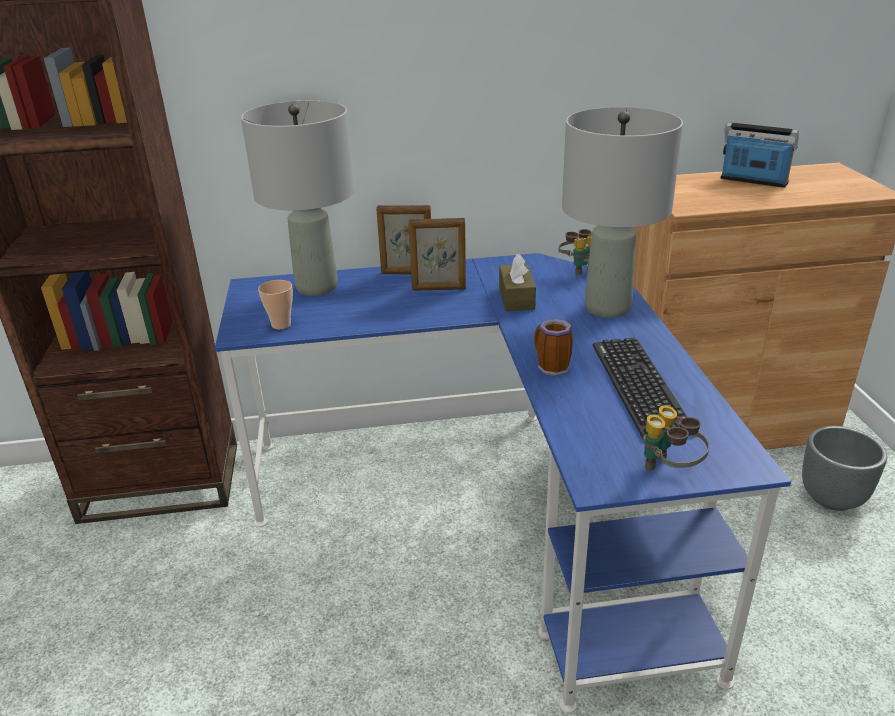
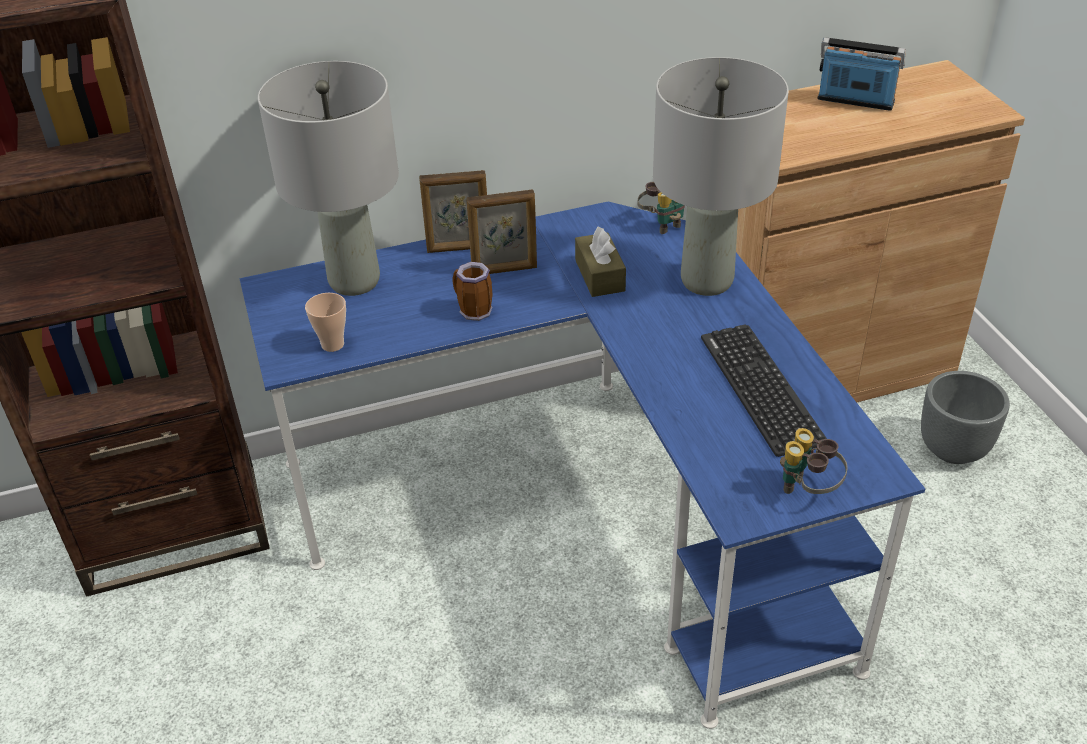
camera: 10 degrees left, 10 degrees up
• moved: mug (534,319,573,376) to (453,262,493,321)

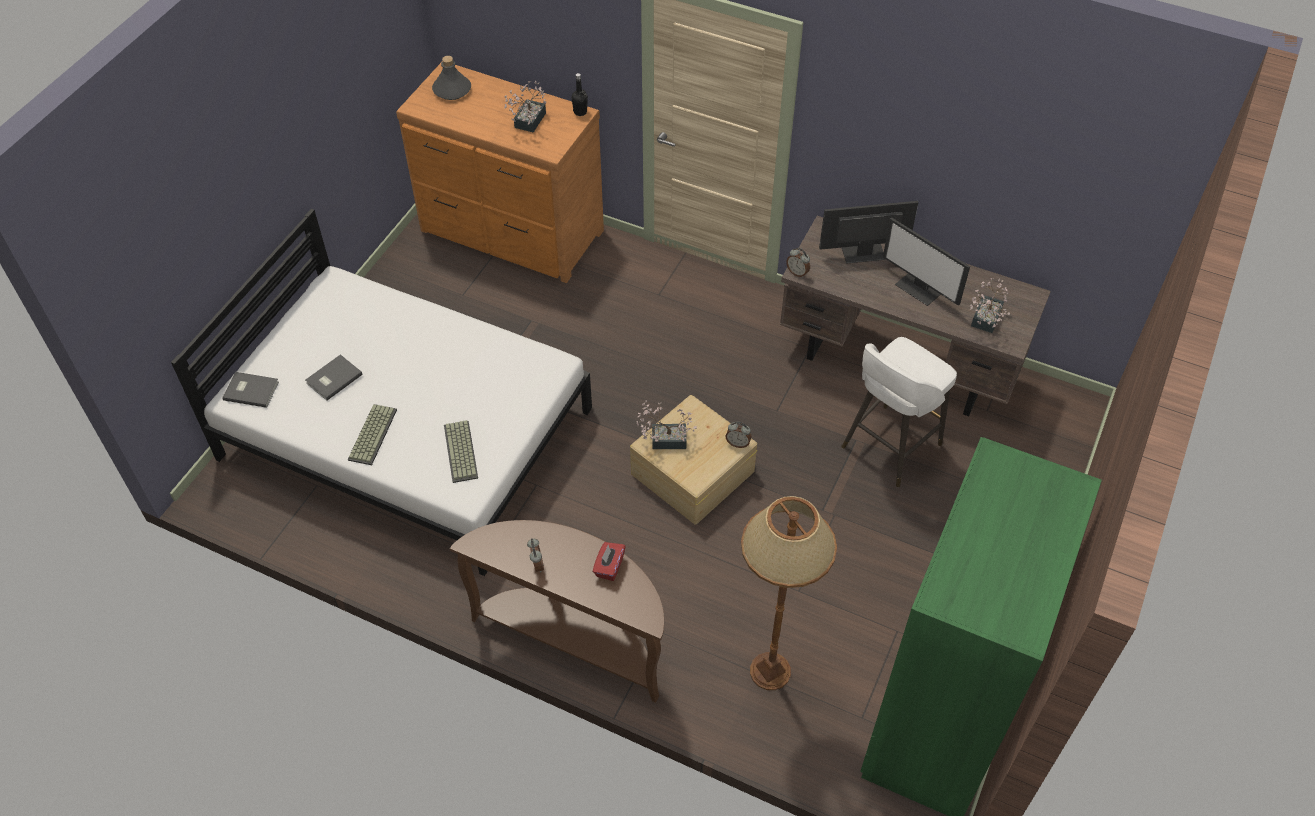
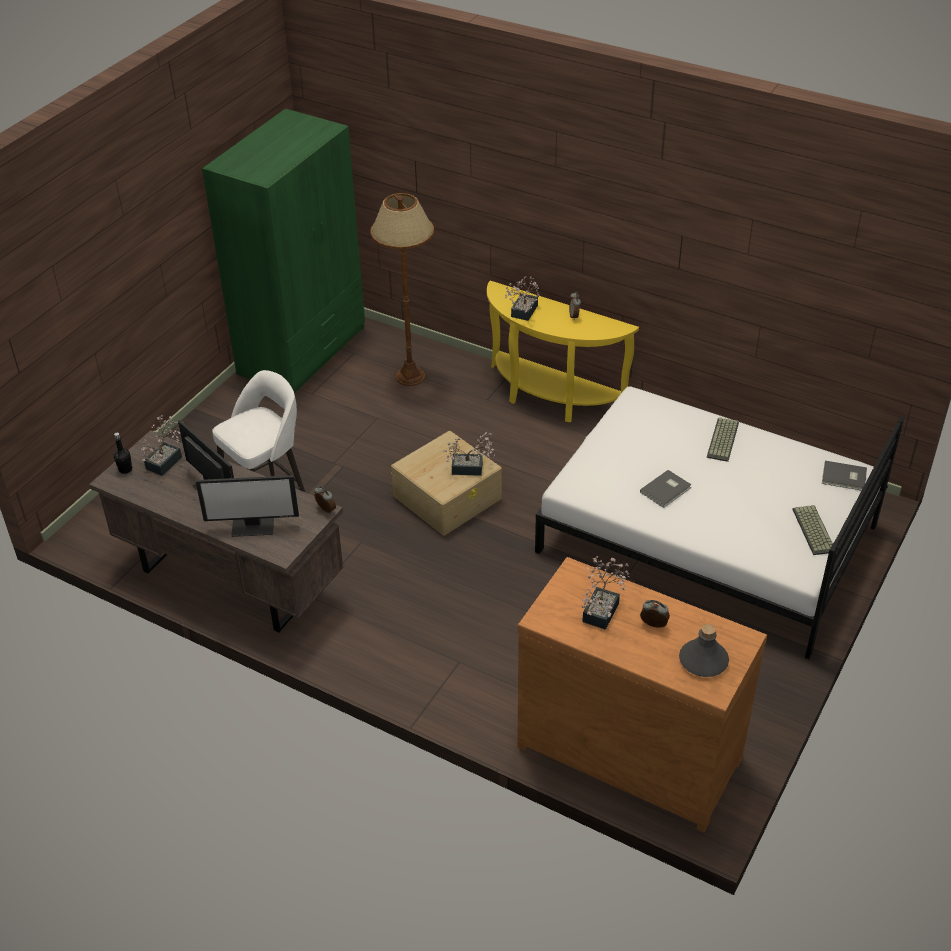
camera: 175 degrees left, 10 degrees down
• moved: grey book (305,354,362,401) to (640,470,692,508)
• moved: keyboard (444,420,478,483) to (792,505,833,555)
• recoloured: brown console table (450,520,664,703) to yellow console table (487,281,639,422)
• moved: black bottle (571,73,588,116) to (114,433,132,474)
• replaced: red tissue box (593,542,625,581) to potted plant (505,276,539,321)
• moved: alarm clock (726,422,752,448) to (640,600,670,628)

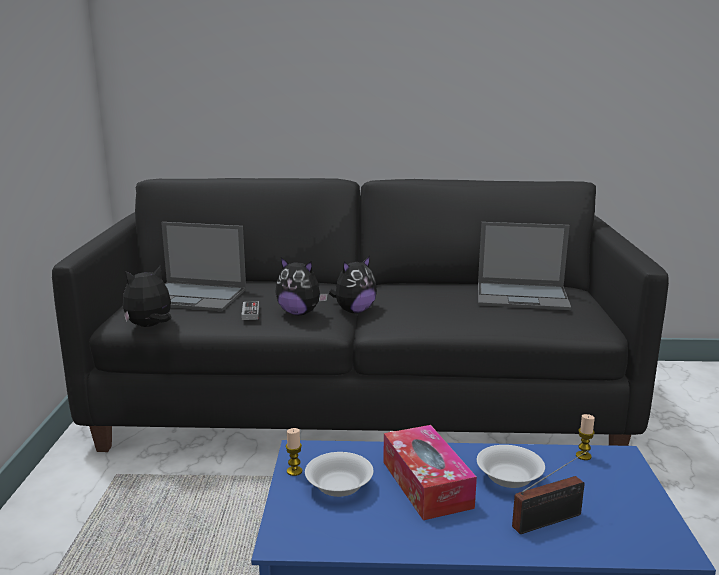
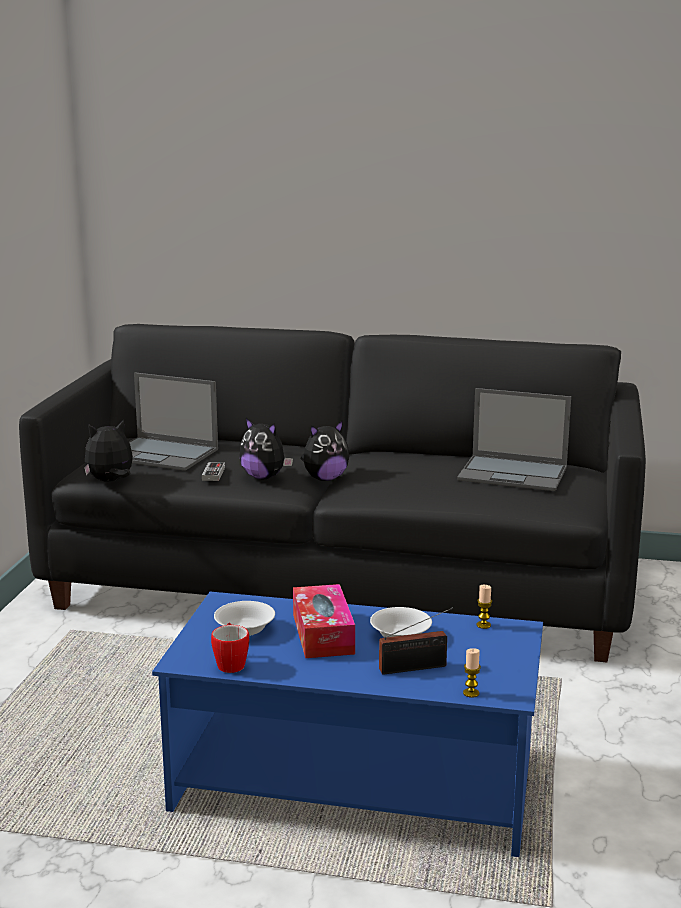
camera: 10 degrees right, 0 degrees up
• moved: candle (286,428,302,476) to (463,648,481,698)
• added: mug (211,623,249,673)

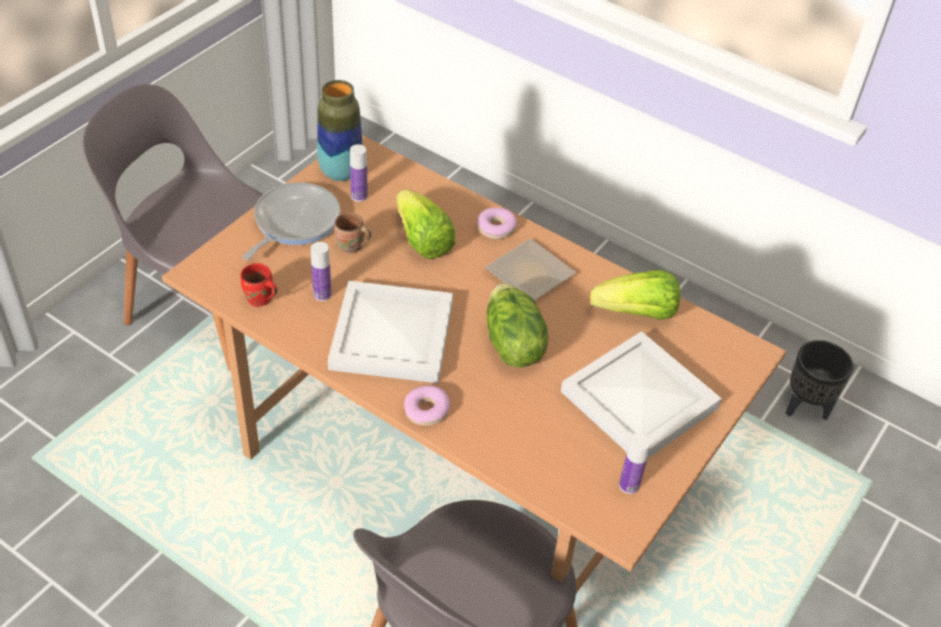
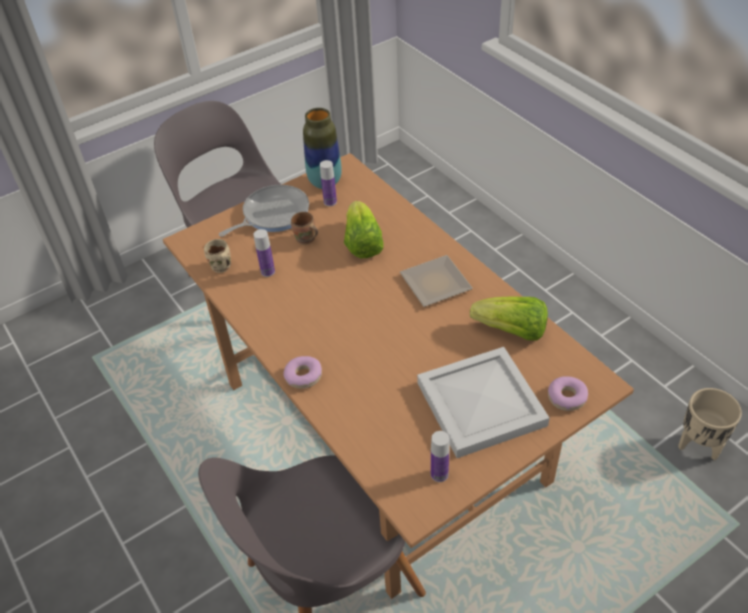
camera: 25 degrees right, 0 degrees up
• recoloured: red mug (240,263,277,307) to beige mug (204,239,231,273)
• removed: white tray (328,281,453,383)
• moved: donut (477,207,517,239) to (548,376,588,411)
• removed: lettuce (487,283,548,368)
• recoloured: black planter (786,340,854,420) to beige planter (678,388,742,461)

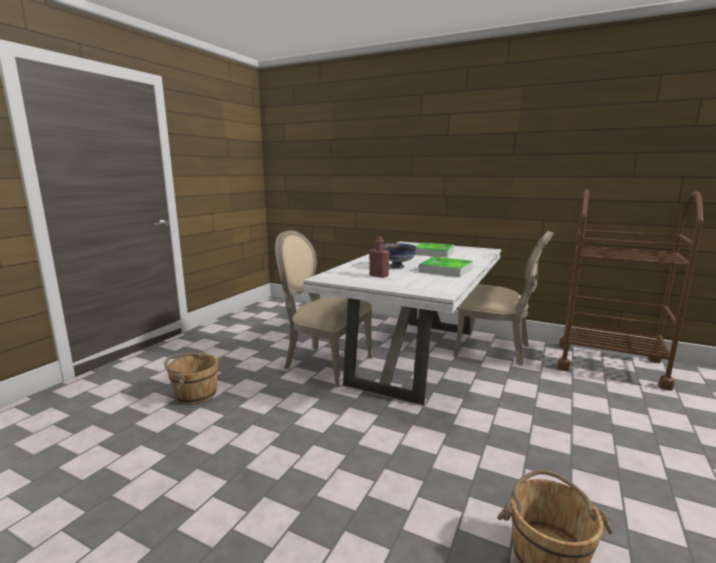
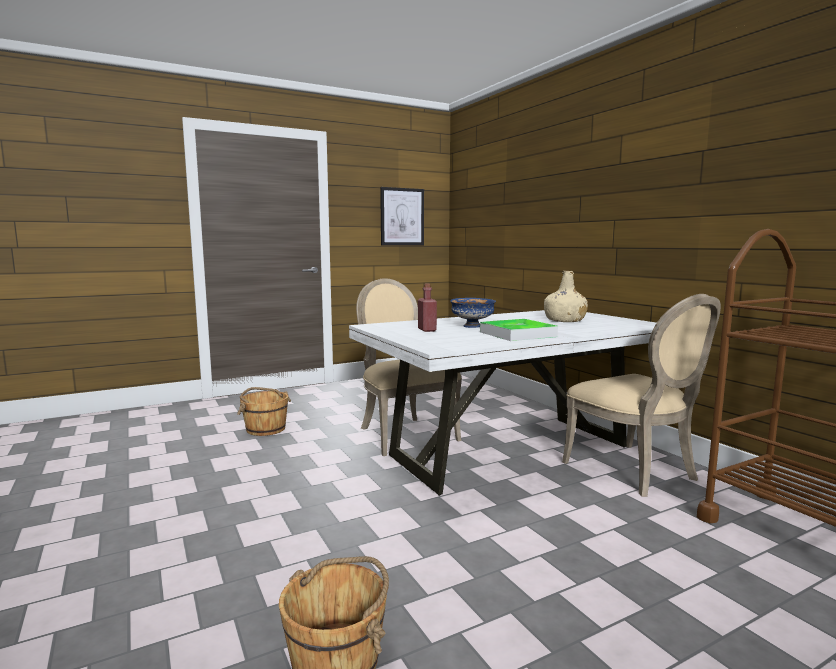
camera: 35 degrees right, 5 degrees down
• replaced: tray (415,243,455,257) to beige bottle (544,271,588,322)
• added: picture (380,187,424,246)

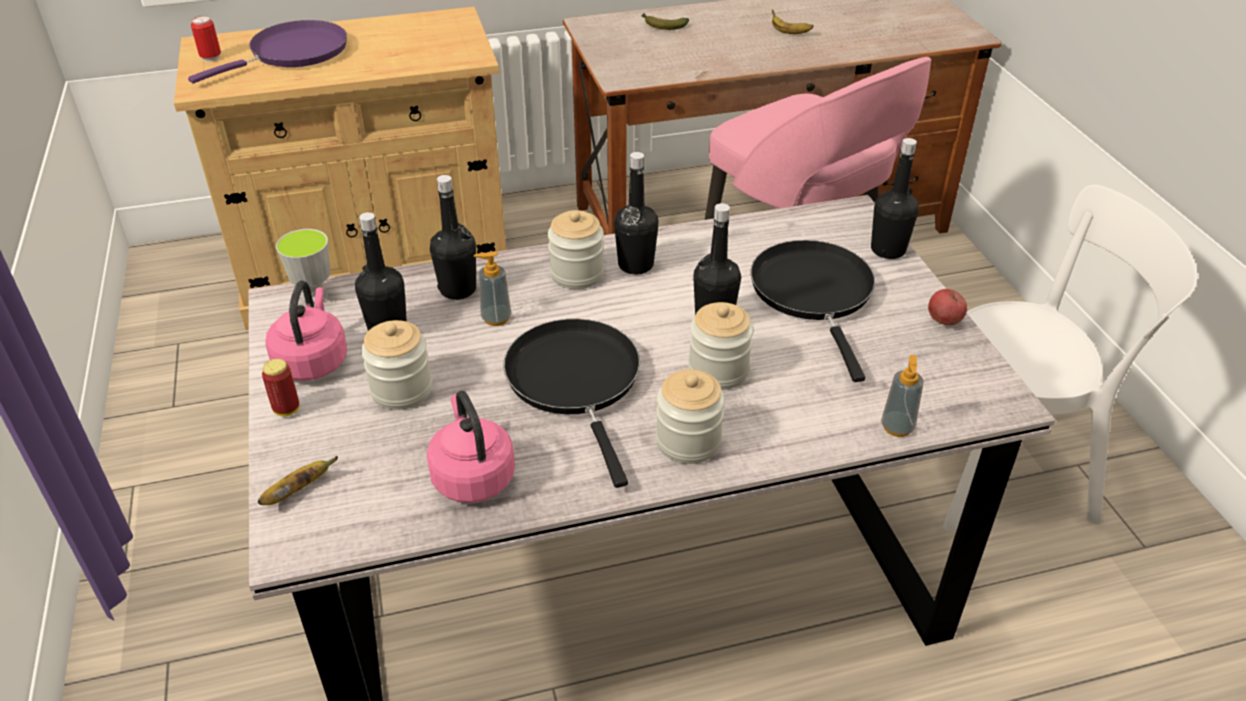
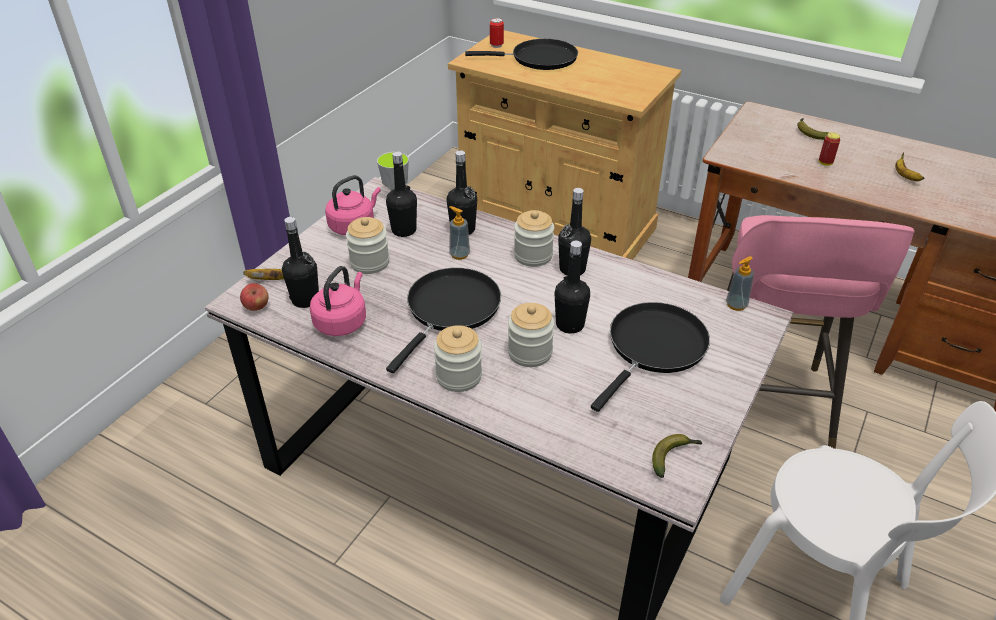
camera: 45 degrees right, 0 degrees up
• recoloured: purple frying pan (188,20,347,83) to black frying pan (465,39,578,70)
• moved: can (262,359,300,417) to (819,132,840,166)
• moved: black bottle (871,138,919,259) to (282,217,319,308)
• moved: soap dispenser (881,355,924,437) to (726,256,754,311)
• moved: apple (928,289,967,325) to (240,283,269,311)
• added: banana (652,434,703,478)

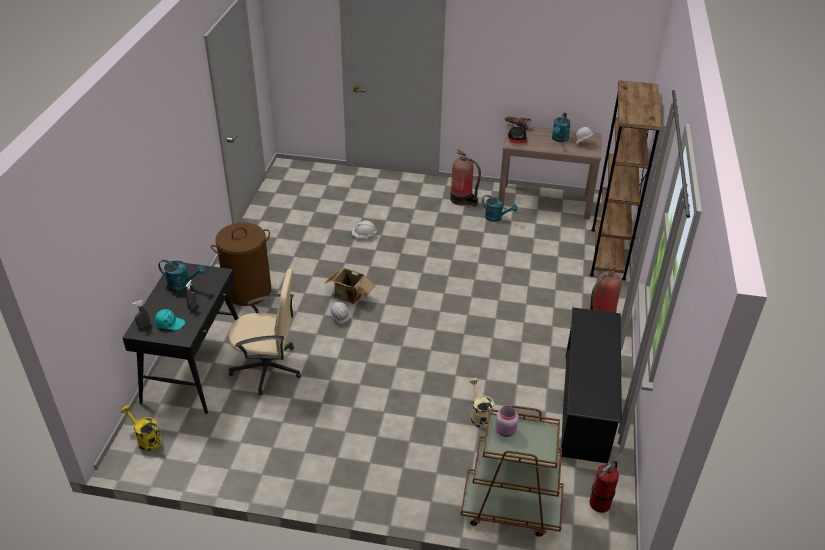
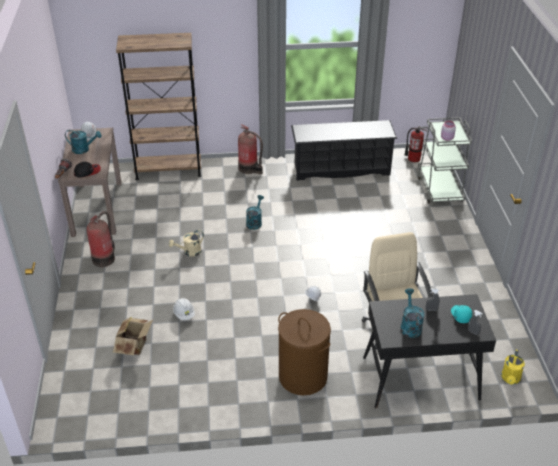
camera: 105 degrees left, 0 degrees up
• moved: cardboard box (324,268,376,304) to (113,316,153,355)
• recoloured: brown cart (461,406,564,537) to grey cart (417,117,472,203)
• moved: beige watering can (469,378,494,428) to (169,230,204,256)
• moved: turquoise watering can (482,195,517,222) to (246,195,264,230)

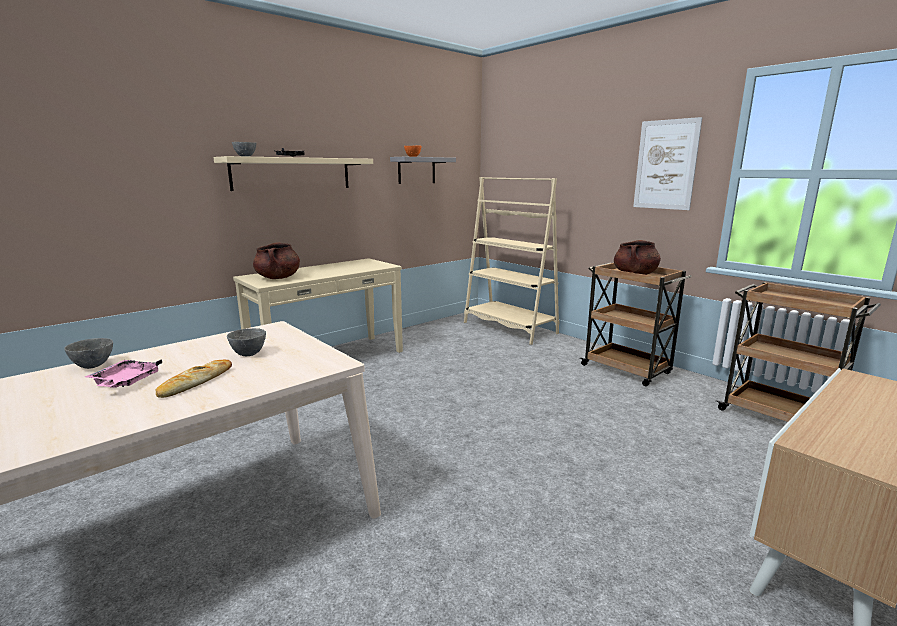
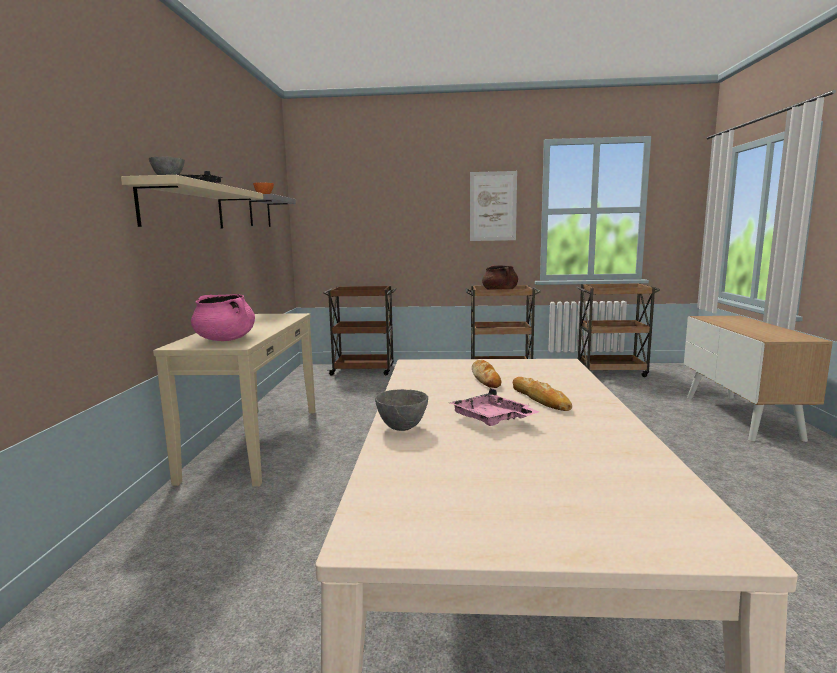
camera: 45 degrees left, 5 degrees down
• replaced: grey bowl (227,328,266,356) to bread (472,359,501,388)
• recoloured: brown cooking pot (253,242,300,279) to pink cooking pot (191,294,255,341)
• replaced: beige bookcase (464,177,559,345) to brown cart (323,286,397,376)

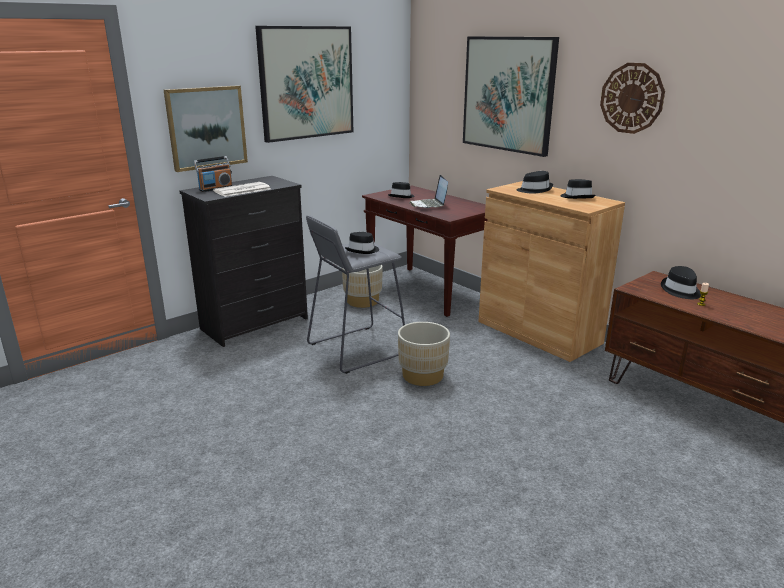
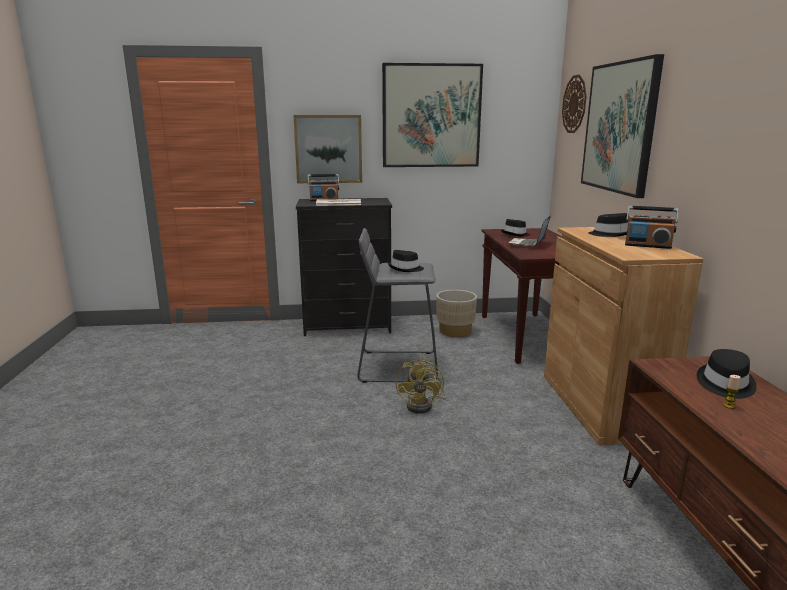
camera: 35 degrees right, 5 degrees down
• replaced: beige planter (398,322,450,386) to yellow fan (395,357,446,414)
• replaced: black hat (561,179,596,199) to radio (625,206,679,249)
• moved: wall clock (600,63,665,134) to (562,75,587,133)

